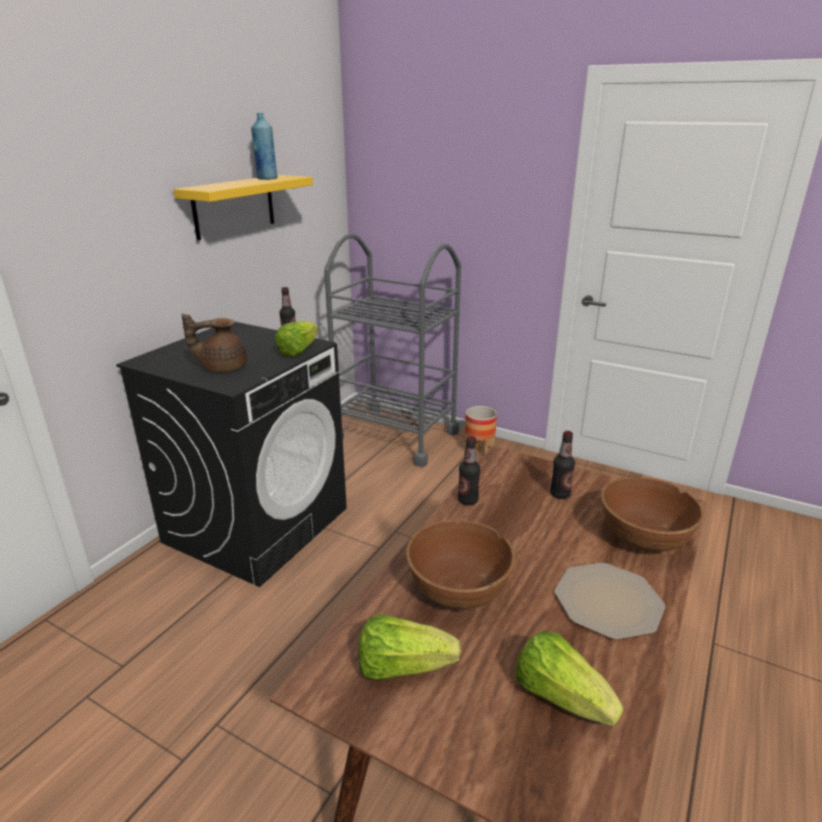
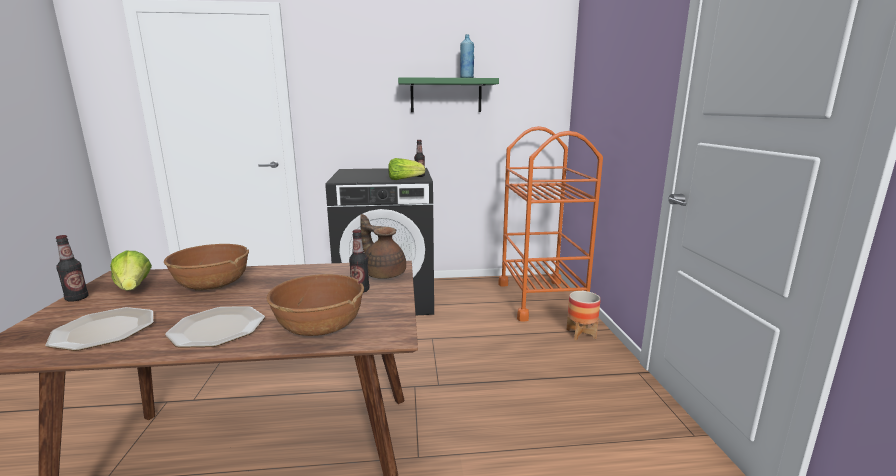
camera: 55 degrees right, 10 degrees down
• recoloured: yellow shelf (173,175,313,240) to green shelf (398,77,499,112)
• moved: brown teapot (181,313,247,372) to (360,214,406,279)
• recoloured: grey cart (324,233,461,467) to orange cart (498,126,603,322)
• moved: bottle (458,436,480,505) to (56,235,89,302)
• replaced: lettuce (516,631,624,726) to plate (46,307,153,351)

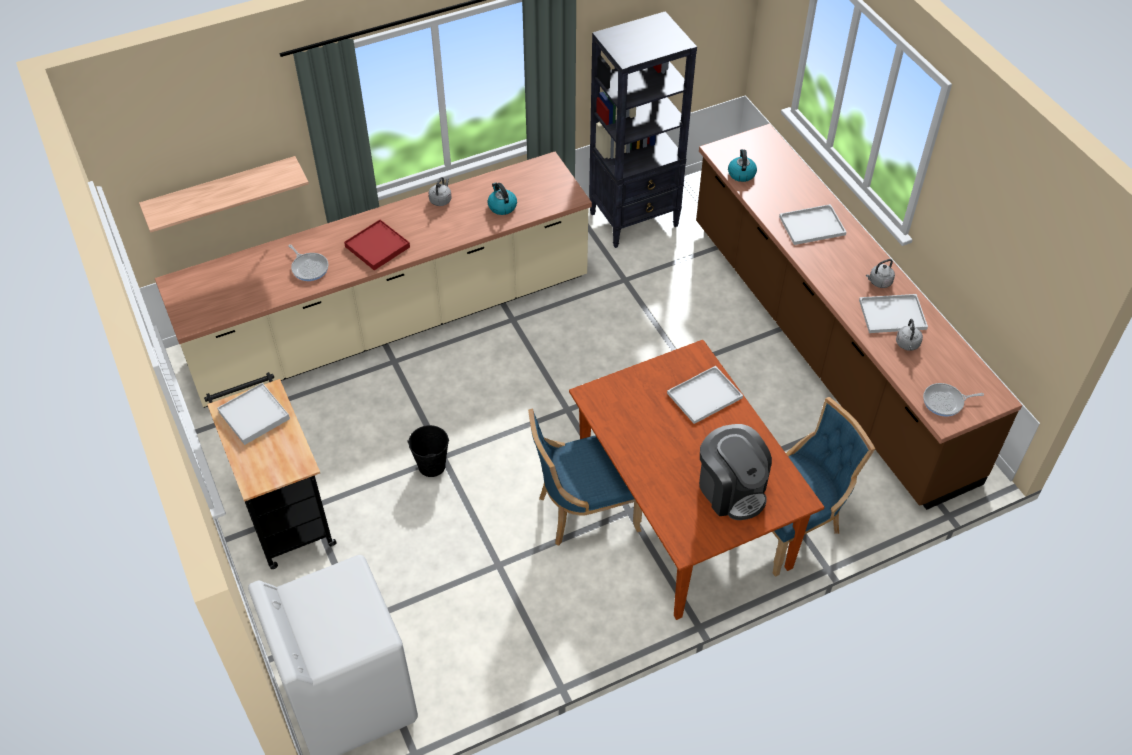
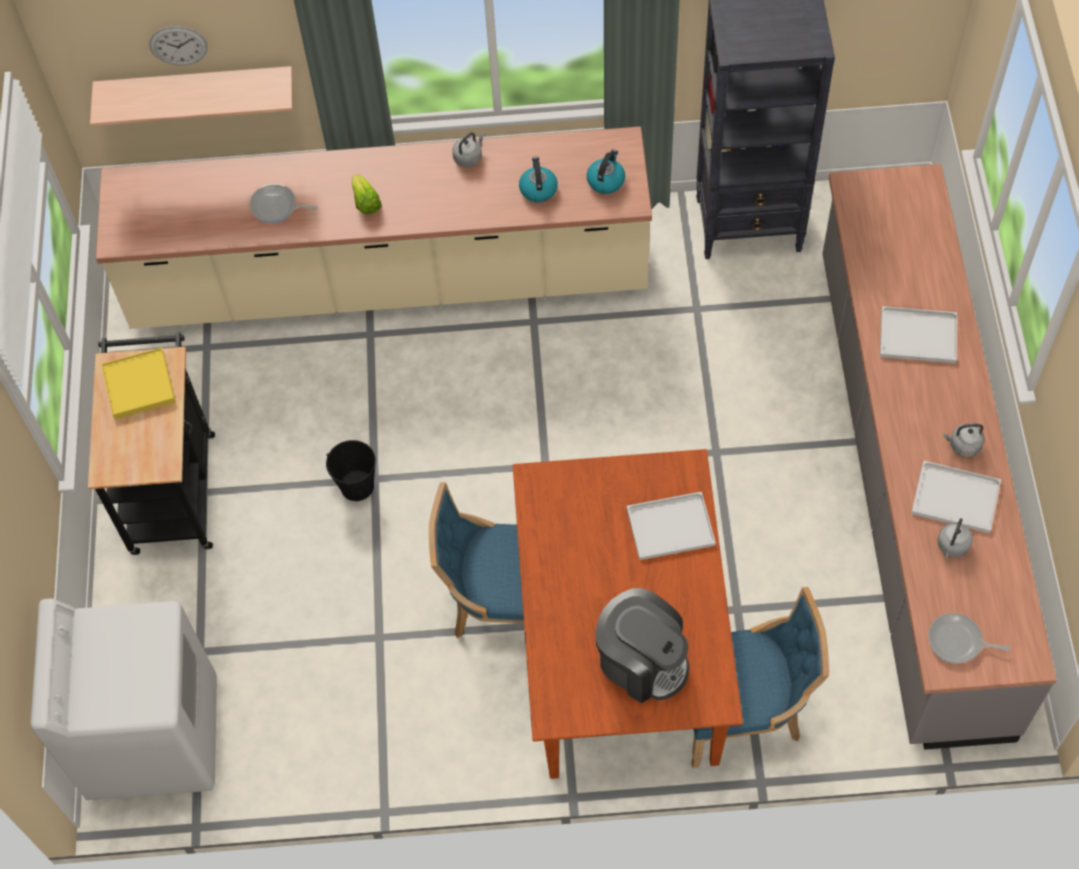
camera: 25 degrees right, 10 degrees up
• recoloured: white tray (217,383,290,445) to yellow tray (101,348,176,419)
• turned: frying pan (288,244,329,281) = (250,184,318,223) 120 degrees clockwise
• replaced: red tray (344,220,410,270) to lettuce (352,174,382,215)
• recoloured: brown counter (696,124,1022,510) to grey counter (822,164,1057,750)
• turned: coffee machine (699,424,772,520) = (596,588,689,703) 45 degrees counterclockwise
• moved: kettle (728,149,757,182) to (587,149,625,194)
• added: wall clock (149,26,208,65)

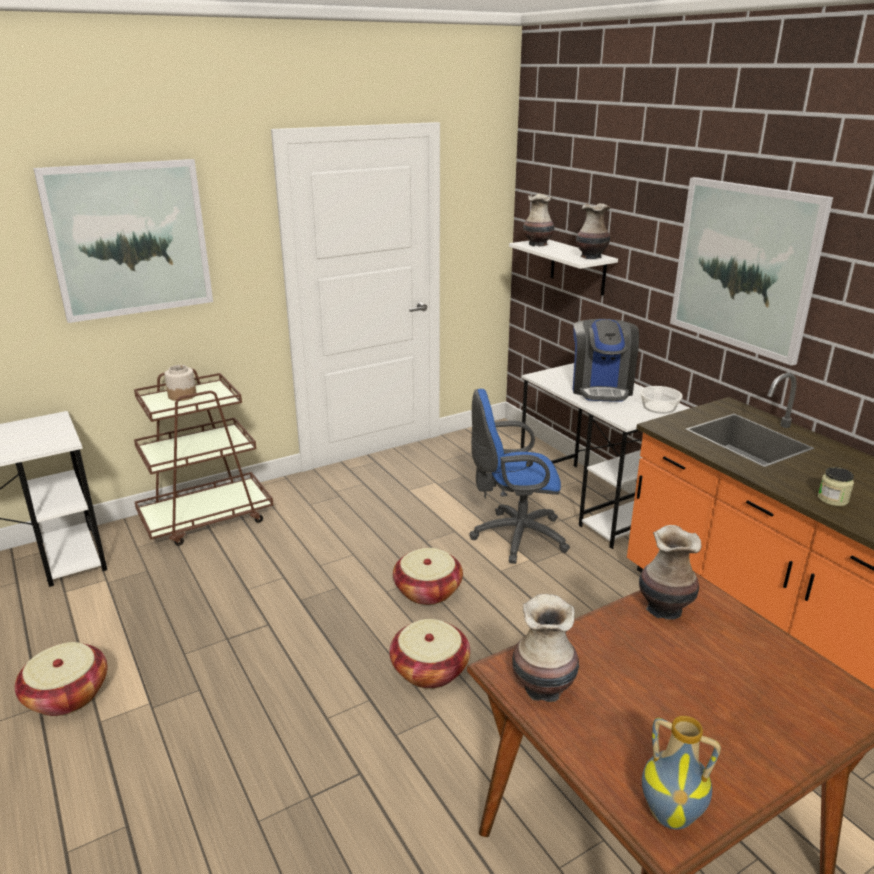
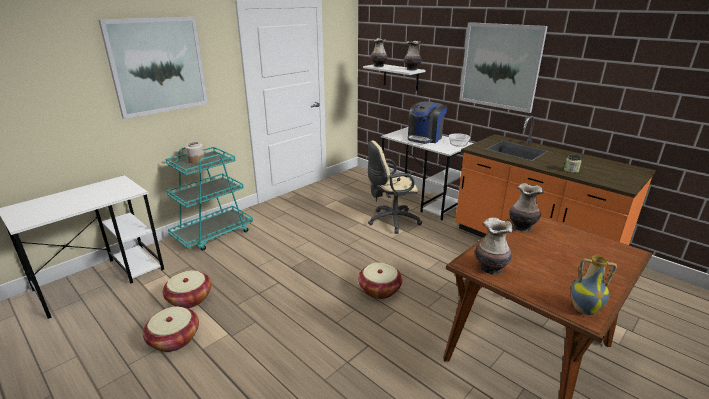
camera: 15 degrees left, 0 degrees up
• recoloured: brown cart (134,368,273,546) to turquoise cart (165,147,253,250)
• moved: basket (393,548,463,605) to (163,270,211,308)
• recoloured: blue office chair (469,389,570,564) to beige office chair (368,141,422,234)
• turned: coffee machine (573,319,639,402) = (407,102,447,144) 45 degrees clockwise

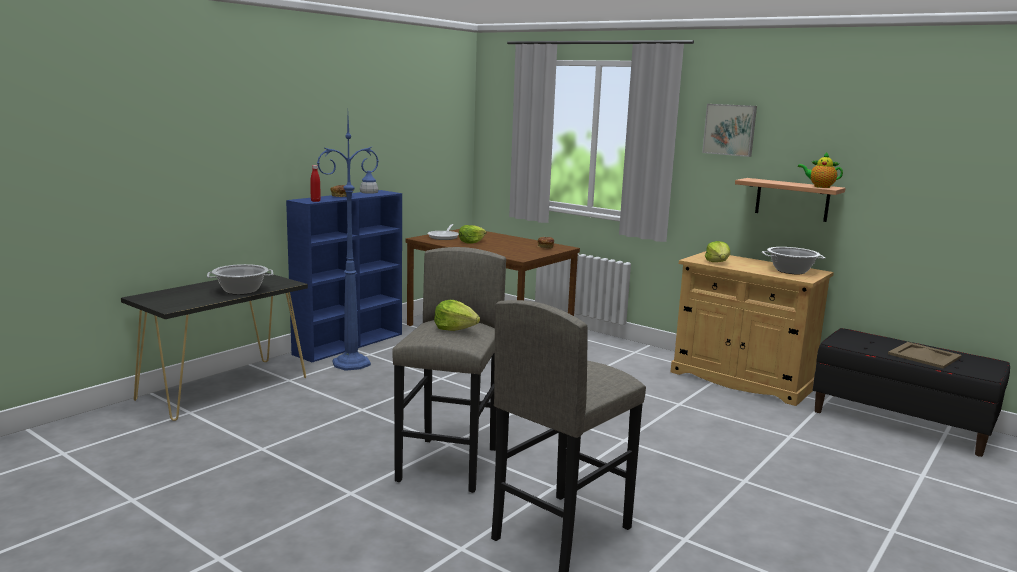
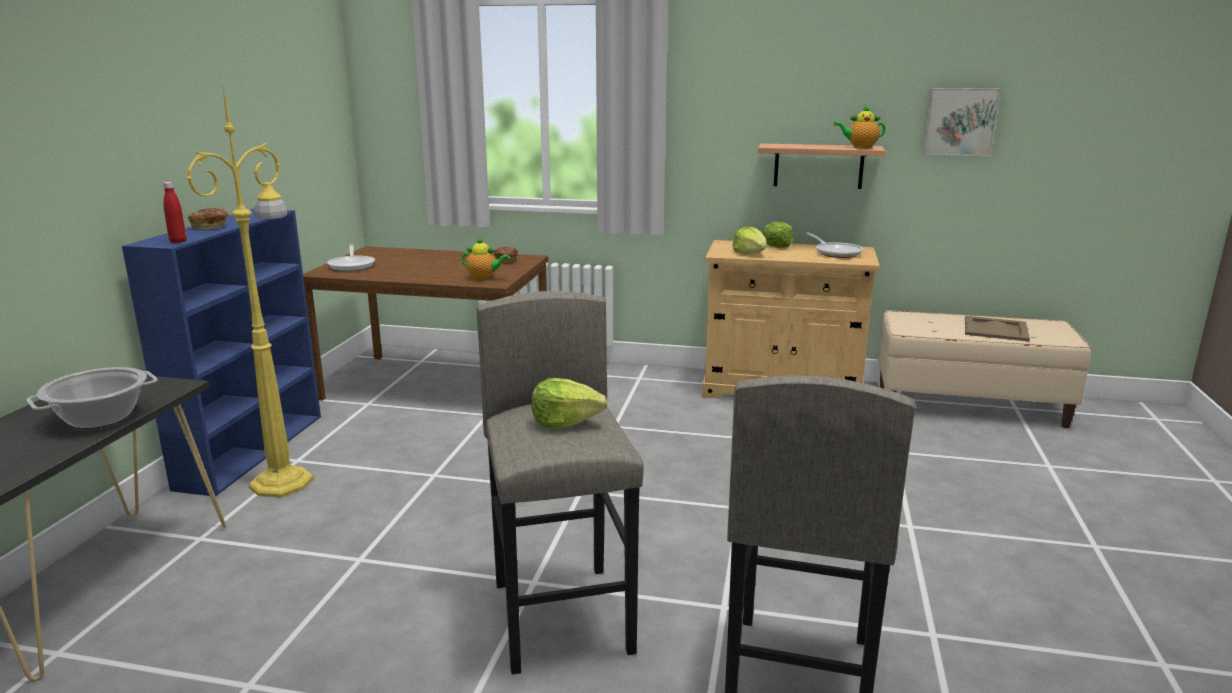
camera: 25 degrees left, 5 degrees up
• recoloured: blue floor lamp (317,118,379,371) to yellow floor lamp (187,81,314,498)
• moved: lettuce (459,225,486,243) to (763,222,793,248)
• moved: picture (702,104,757,157) to (922,88,1001,156)
• replaced: cooking pot (762,247,825,274) to frying pan (806,232,863,258)
• recoloured: black bench (813,328,1010,457) to beige bench (878,310,1091,428)
• added: teapot (462,237,510,280)

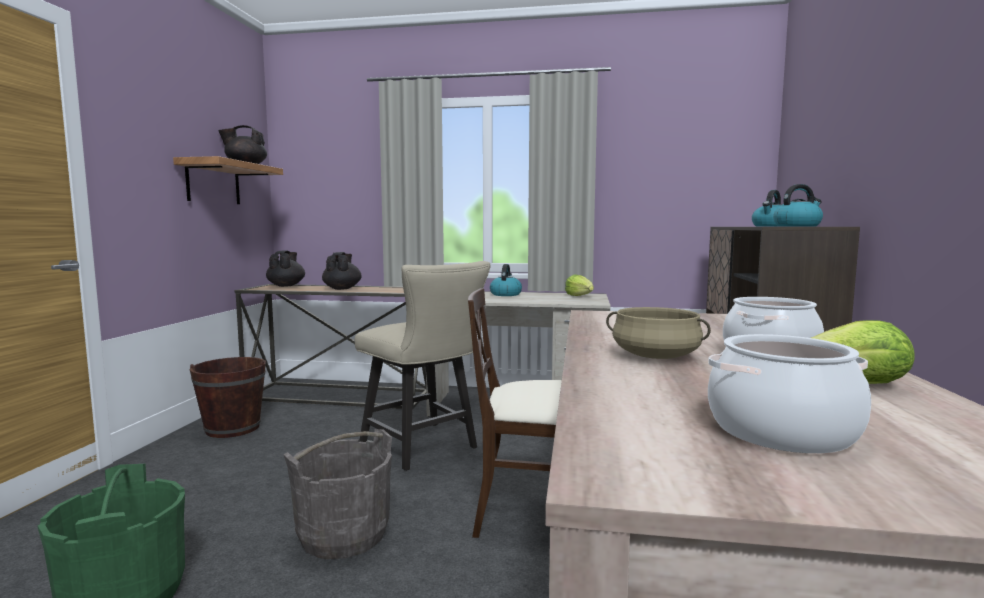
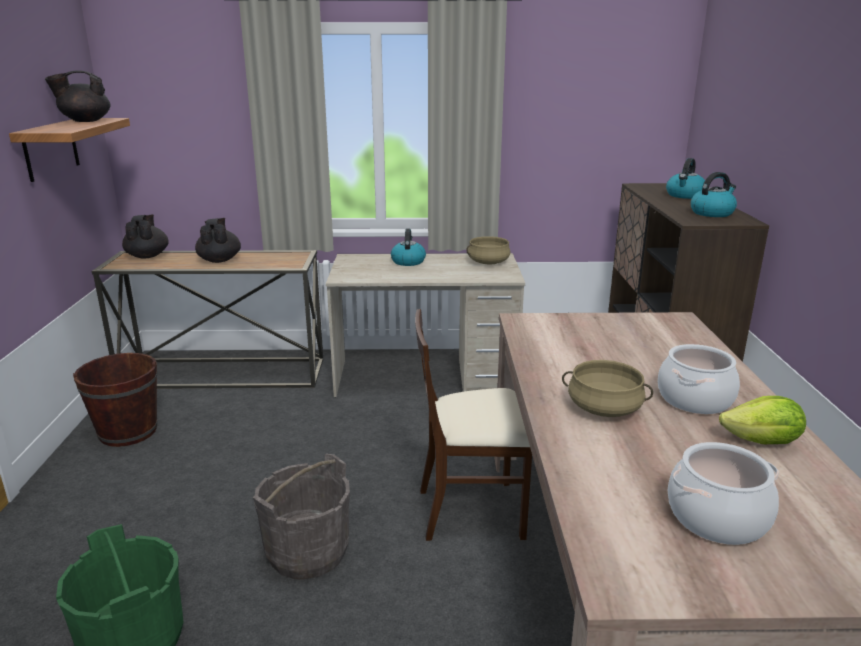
camera: 10 degrees left, 15 degrees up
• removed: beige chair (355,261,490,471)
• replaced: lettuce (565,274,594,296) to beige cooking pot (466,236,511,264)

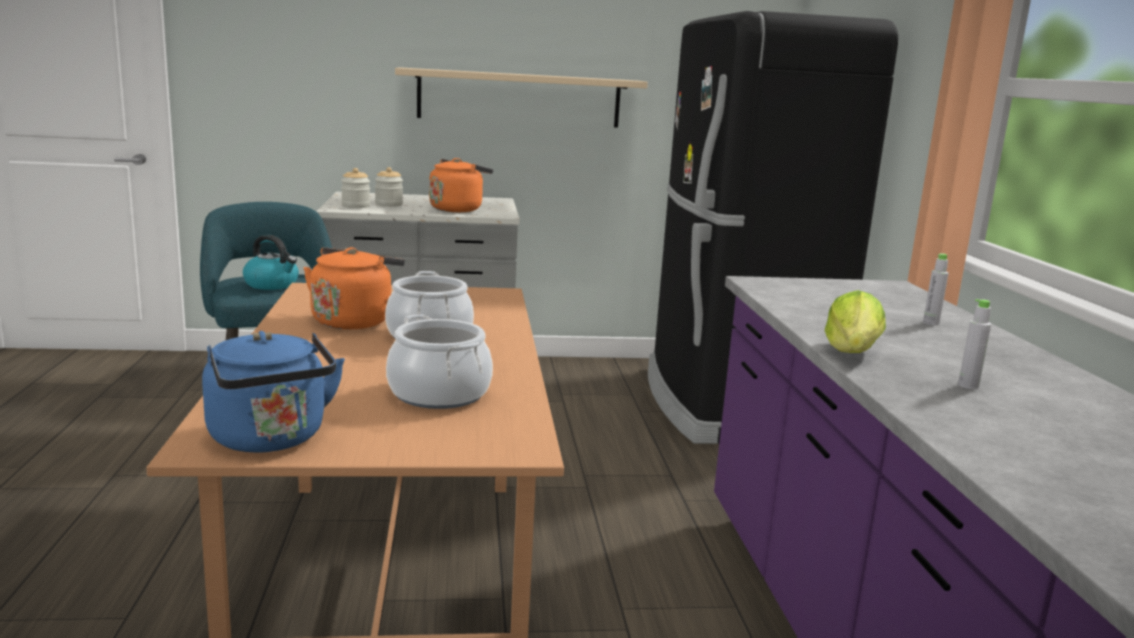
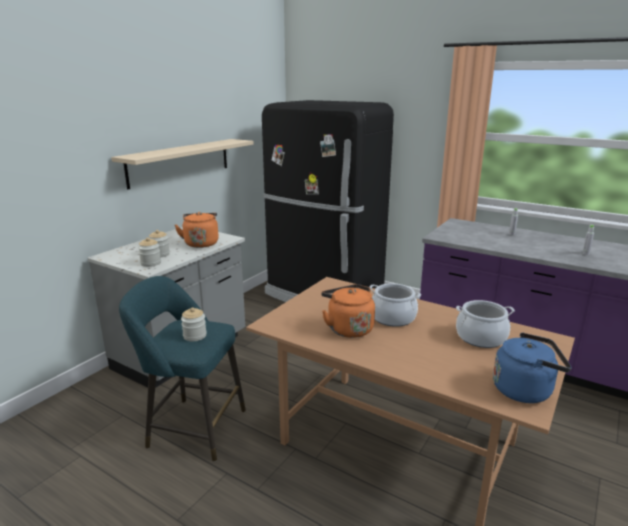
camera: 50 degrees left, 5 degrees up
• replaced: kettle (243,235,299,290) to jar (181,307,207,341)
• removed: lettuce (825,290,886,353)

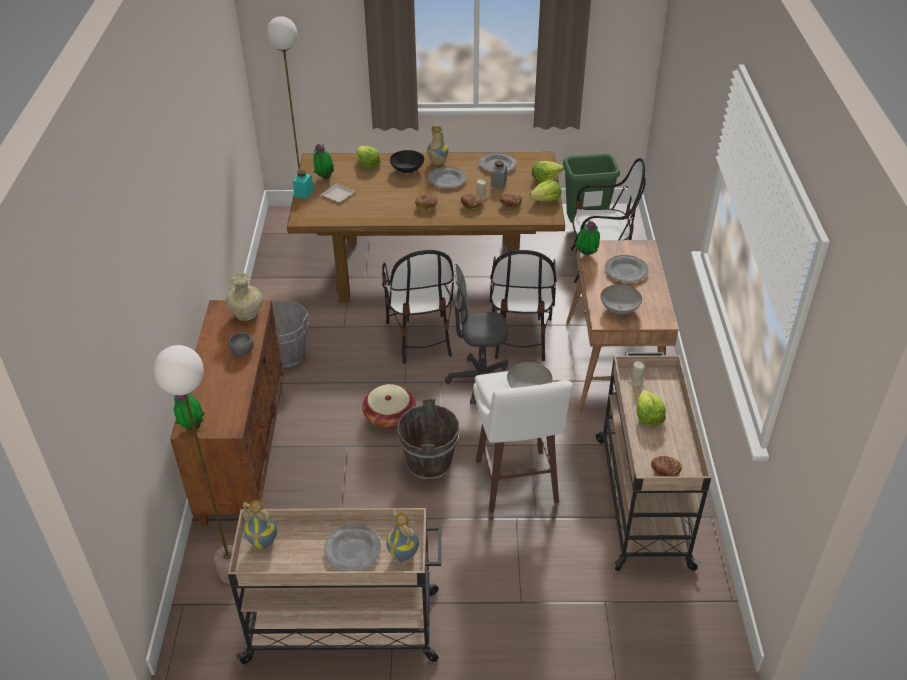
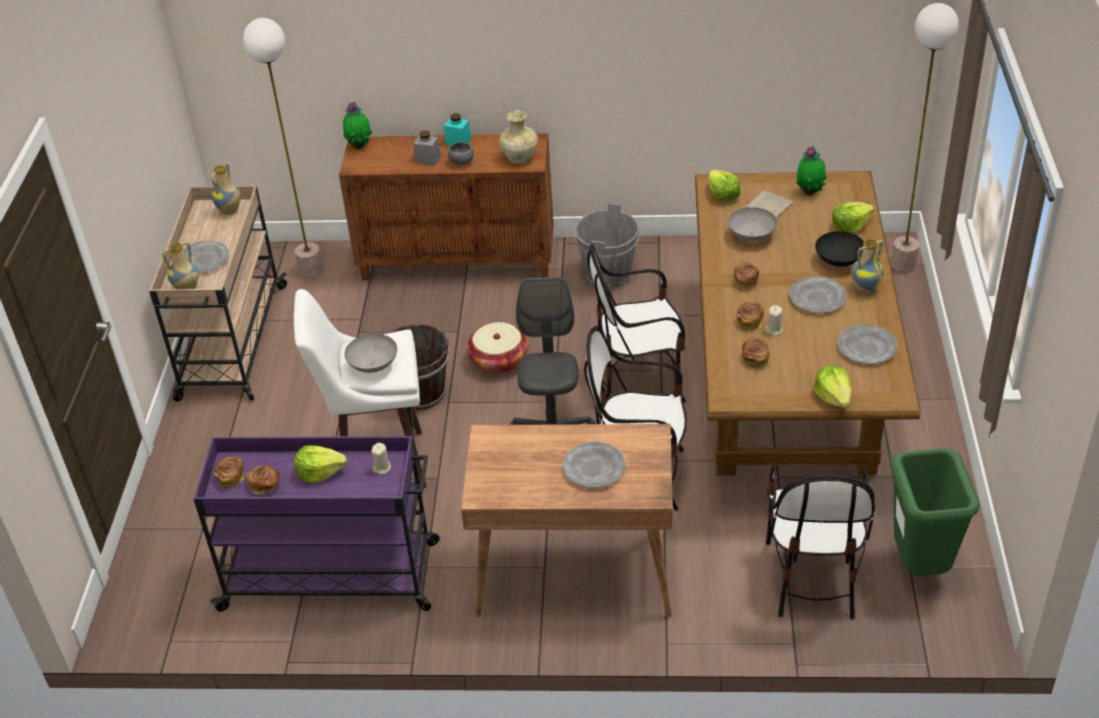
camera: 95 degrees right, 0 degrees up
• moved: turquoise jar (293,170,314,199) to (444,113,472,146)
• moved: grey jar (490,161,507,189) to (413,130,441,165)
• moved: lettuce (530,180,561,202) to (709,170,741,202)
• removed: potted plant (575,220,600,256)
• recoloured: beige cart (596,352,711,571) to purple cart (194,436,440,612)
• moved: grey bowl (600,284,642,314) to (728,207,777,242)
• added: bread (246,466,280,494)

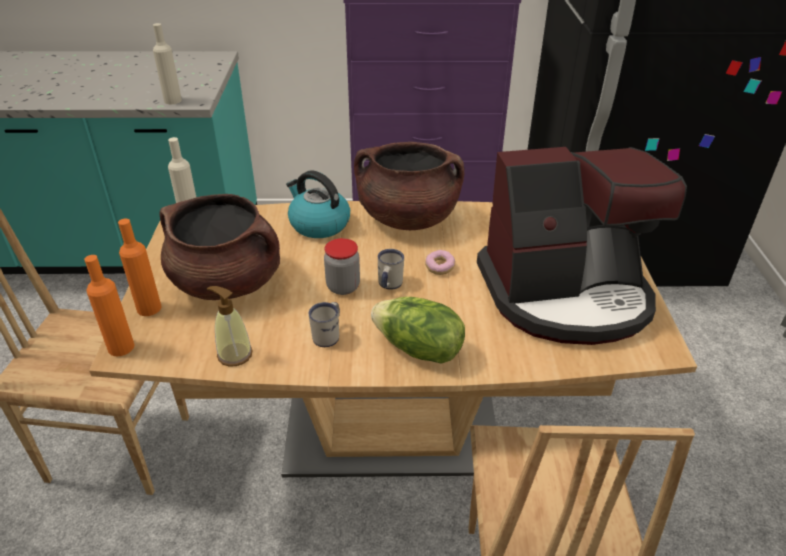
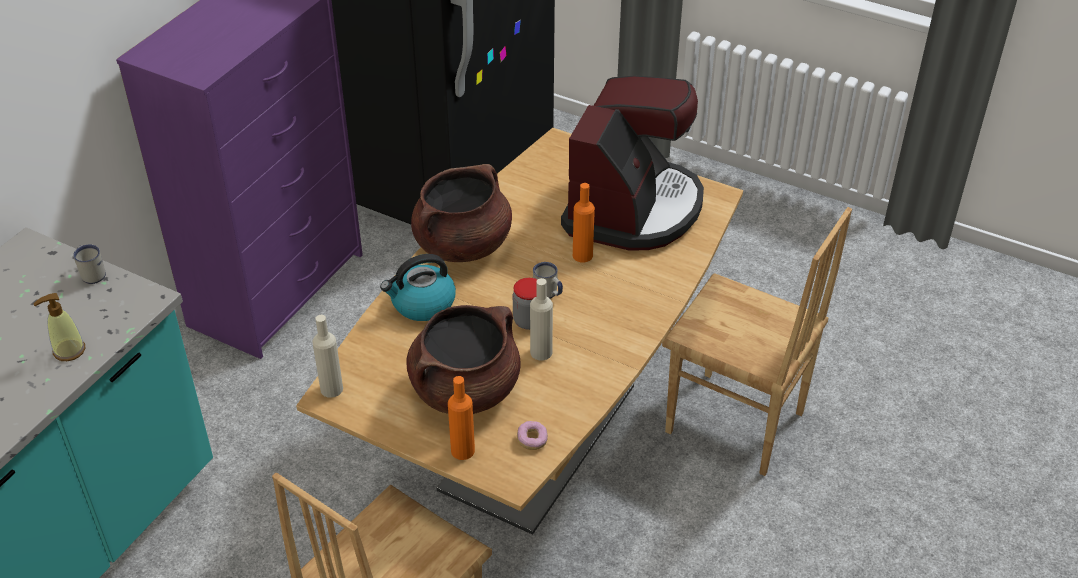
camera: 60 degrees left, 5 degrees up
• moved: orange bottle (84,255,134,356) to (573,183,595,263)
• moved: beige bottle (153,23,182,104) to (530,278,553,361)
• moved: soap dispenser (207,286,253,367) to (33,293,85,361)
• moved: white mug (309,302,340,347) to (73,245,106,284)
• removed: lettuce (371,297,465,364)
• moved: donut (425,250,455,275) to (517,421,548,450)

